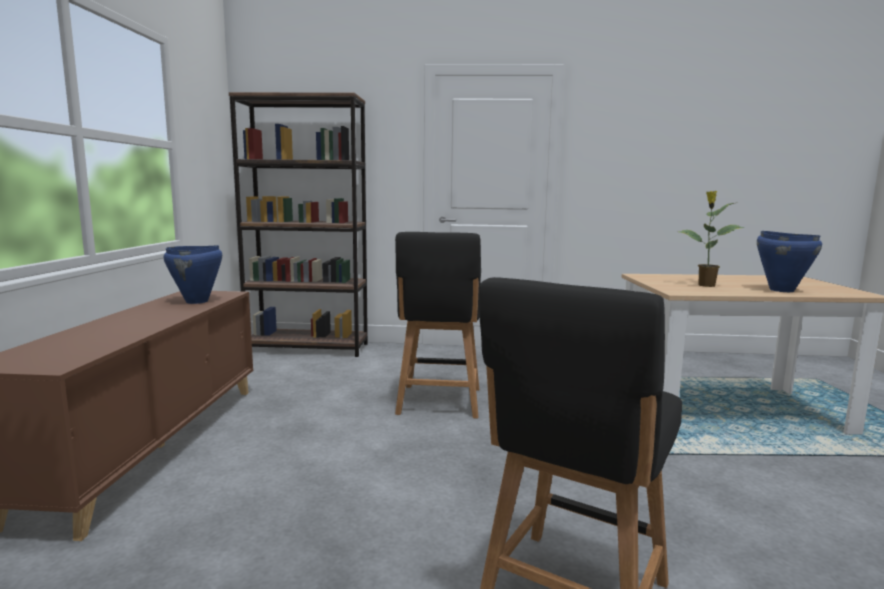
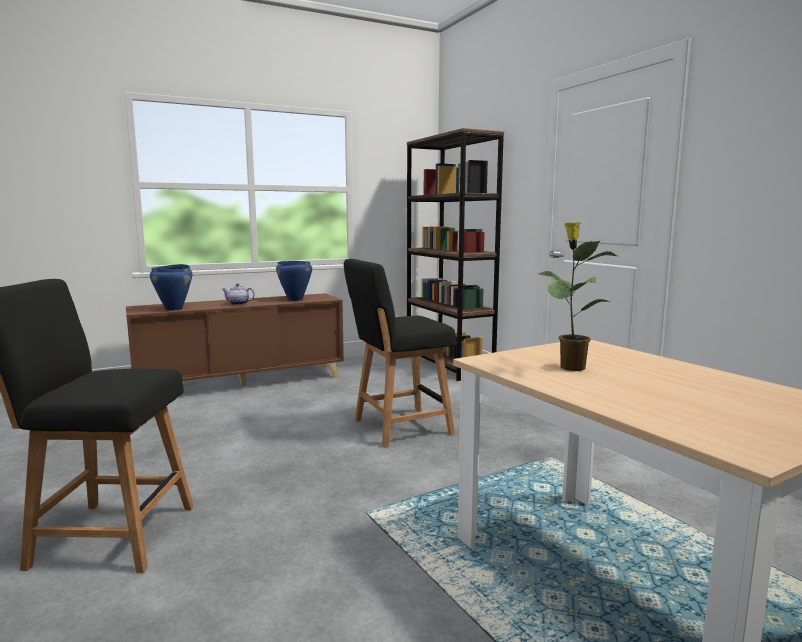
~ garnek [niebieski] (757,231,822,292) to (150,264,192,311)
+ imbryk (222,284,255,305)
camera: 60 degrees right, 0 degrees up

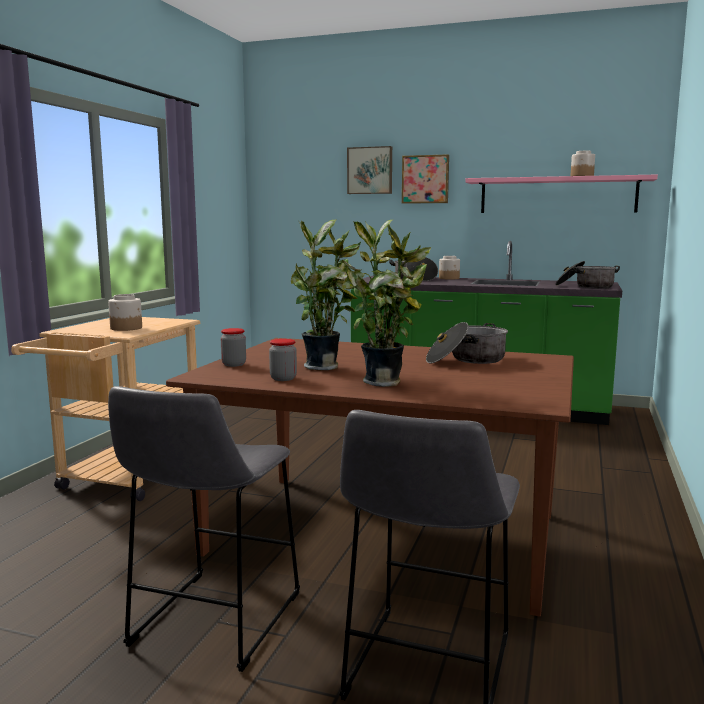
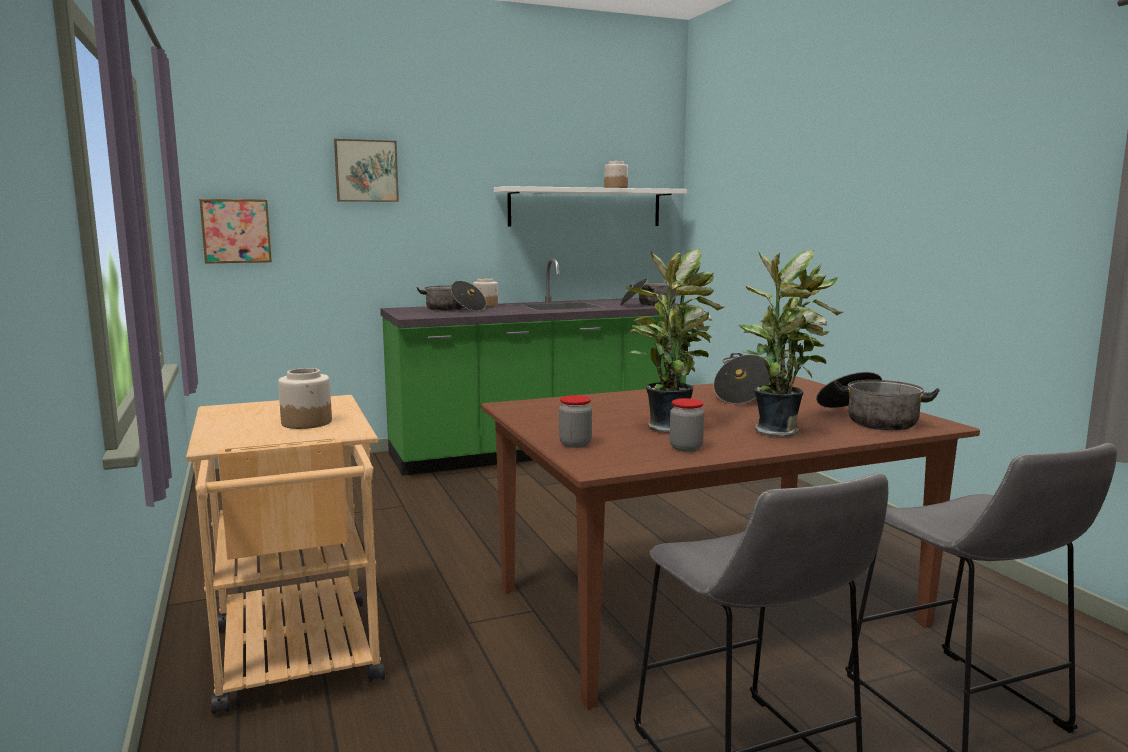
~ obraz (402,154,449,204) to (199,199,272,264)
~ półka [różowy] (465,175,658,213) to półka [biały] (494,186,687,226)
+ garnek (816,372,940,430)
camera: 40 degrees left, 0 degrees up

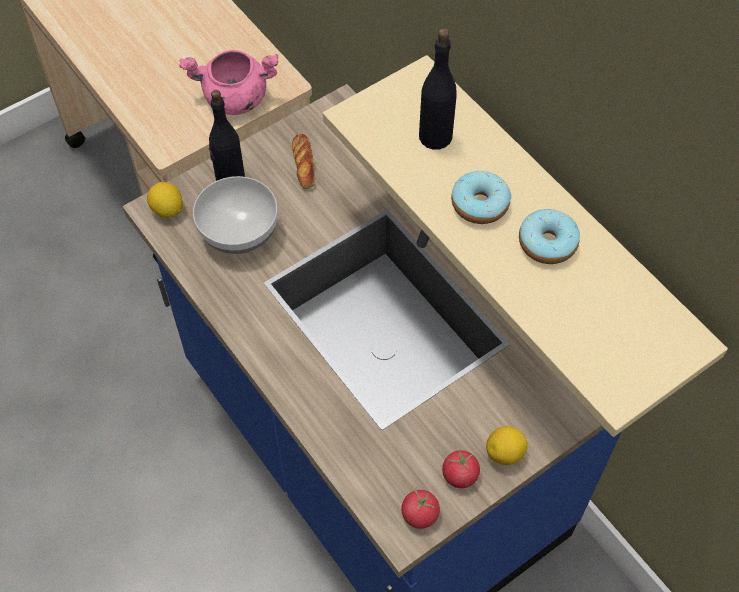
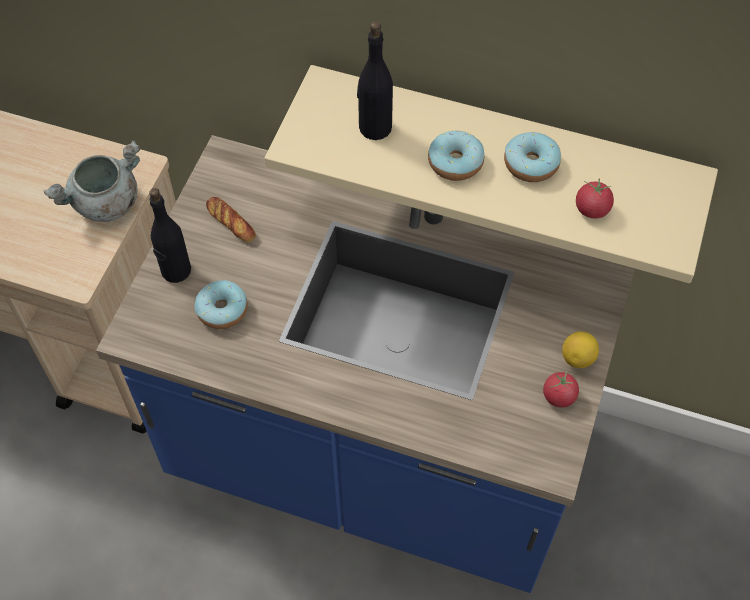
- cytryna (147,182,183,218)
~ garnek [różowy] (179,50,279,115) to garnek [szary] (43,140,140,222)
~ miska (193,176,278,254) to donut (195,280,248,329)
~ pomidor (401,489,440,529) to (576,178,614,218)
camera: 35 degrees left, 0 degrees up

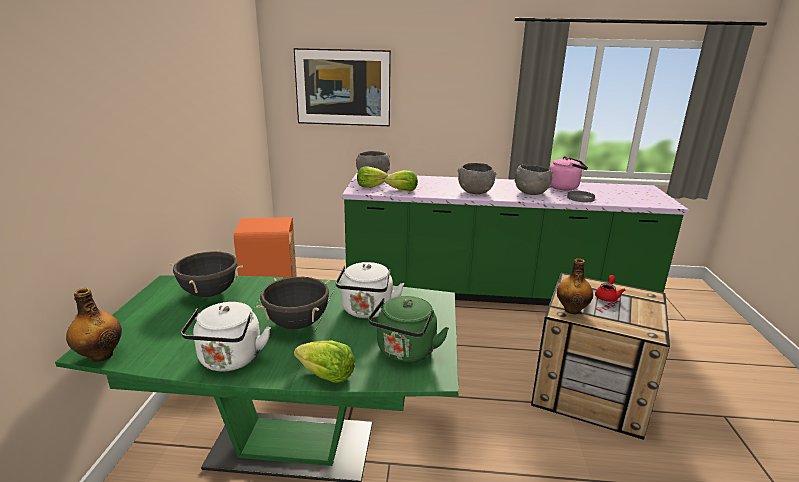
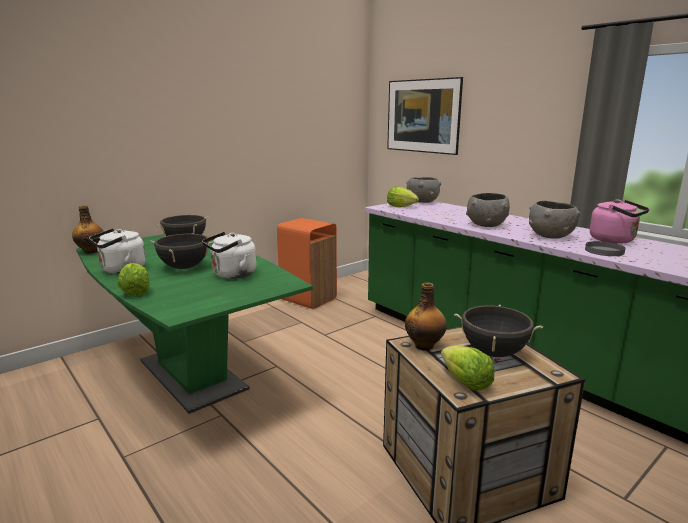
- czajnik [zielony] (368,296,449,363)
~ sałata (385,170,418,191) to (441,345,494,390)
~ imbryk [czerwony] (595,275,625,302) to garnek [czarny] (454,304,543,357)
camera: 45 degrees right, 5 degrees down

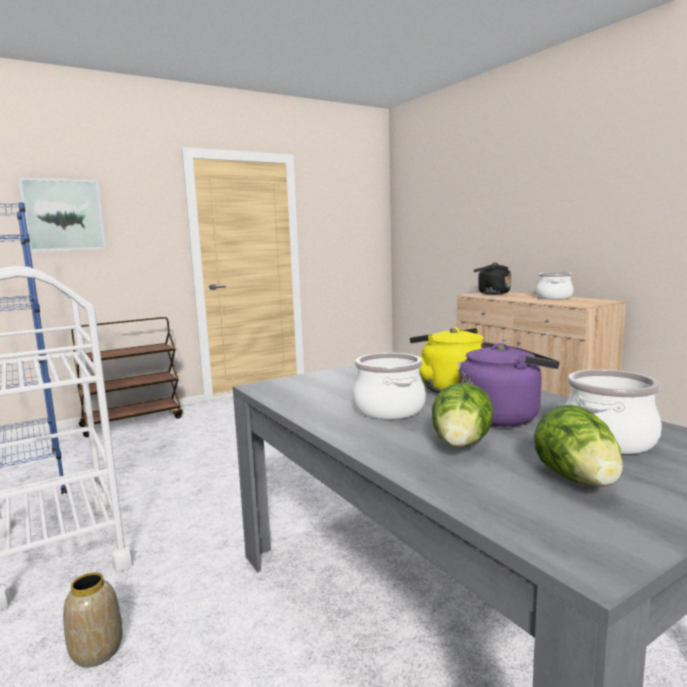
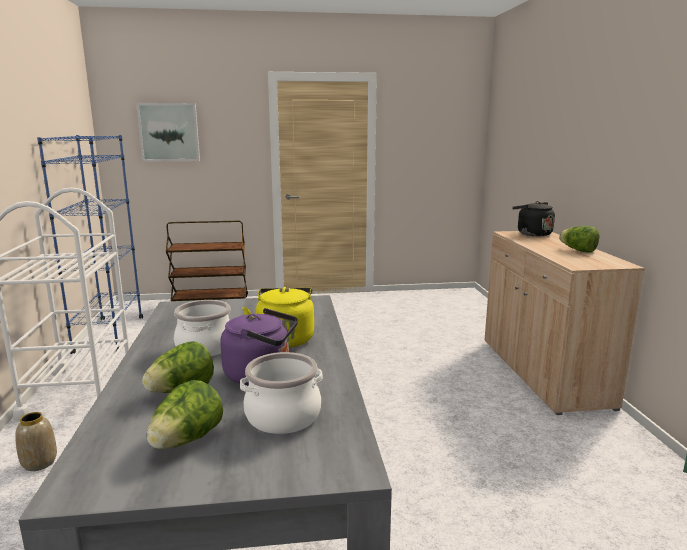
~ garnek (536,272,574,299) to sałata (559,226,599,253)
camera: 25 degrees right, 5 degrees up

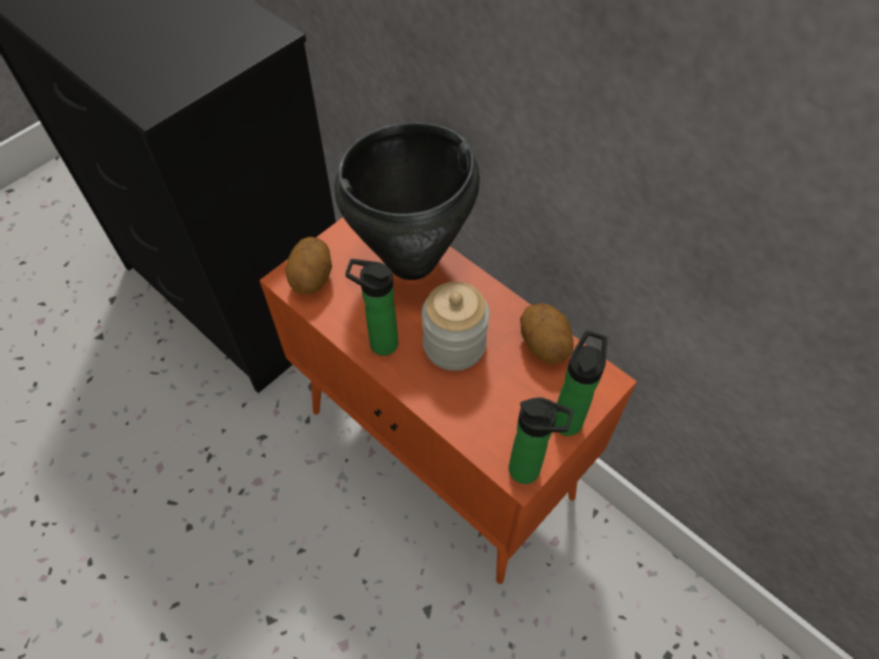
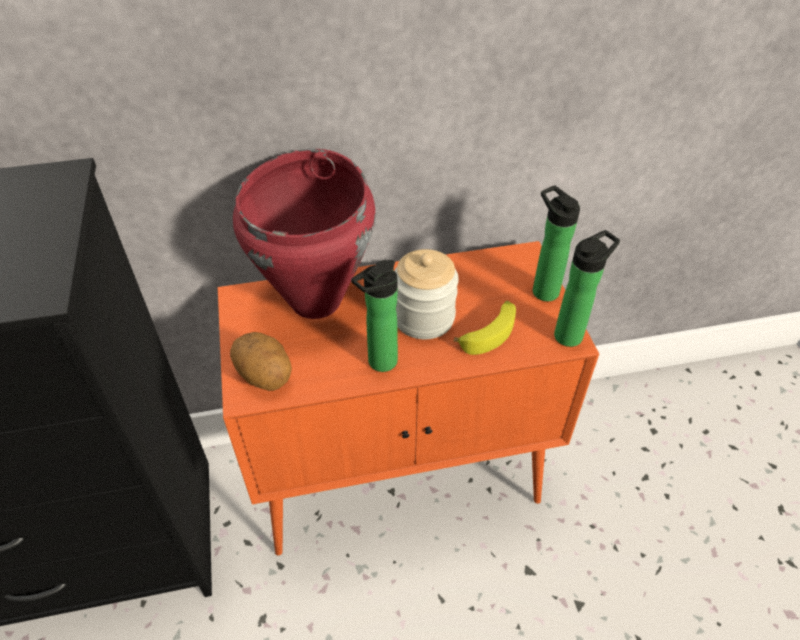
~ garnek [czarny] (335,122,480,280) to garnek [czerwony] (233,149,375,319)
- ziemniak (520,303,574,364)
+ banan (454,300,516,355)
camera: 55 degrees left, 10 degrees down

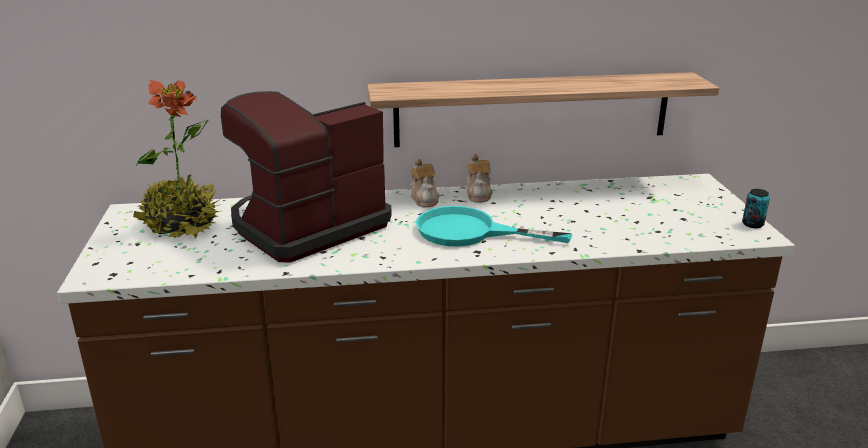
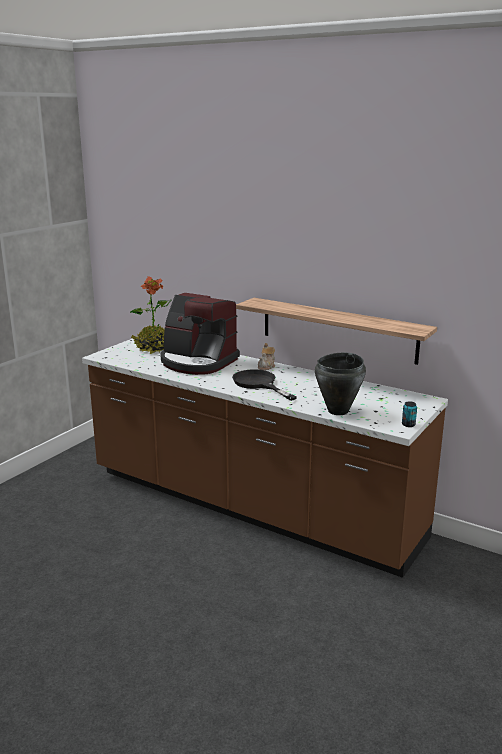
~ ekspres do kawy (221,91,392,263) = (160,293,240,375) 150 degrees counterclockwise
~ patelnia [turkusowy] (416,206,572,247) to patelnia [czarny] (232,369,297,401)
- imbryk (467,154,493,203)
+ garnek [czarny] (315,352,366,415)
camera: 40 degrees right, 5 degrees down

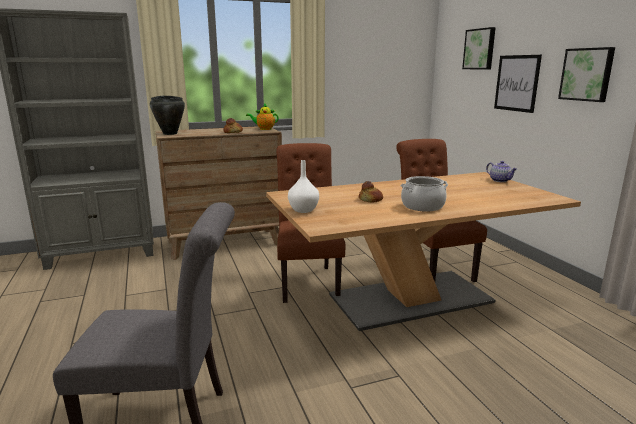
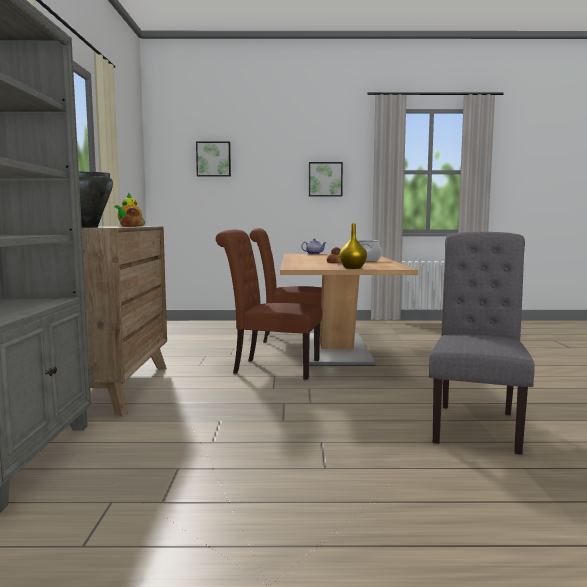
~ wazon [biały] (288,160,319,213) to wazon [żółty] (340,223,367,269)
- obraz (494,55,542,113)
camera: 70 degrees left, 10 degrees down

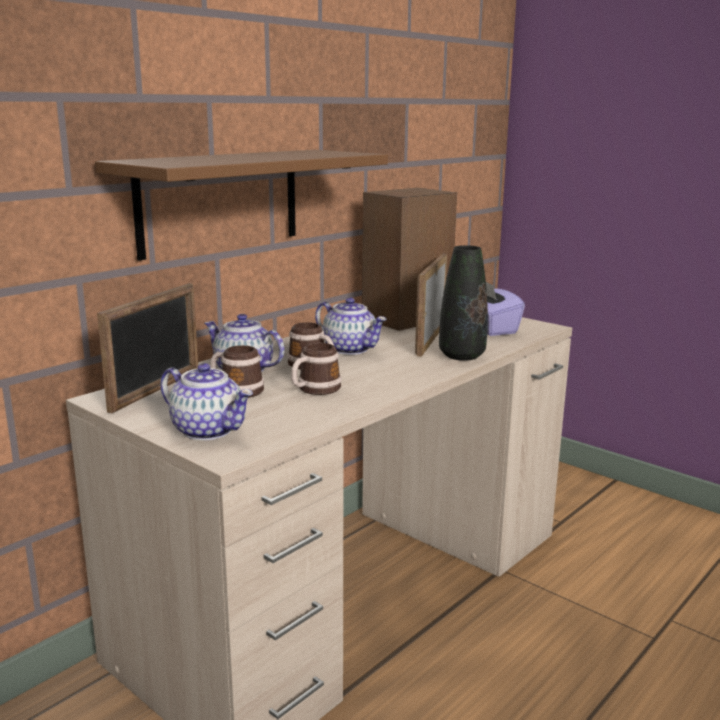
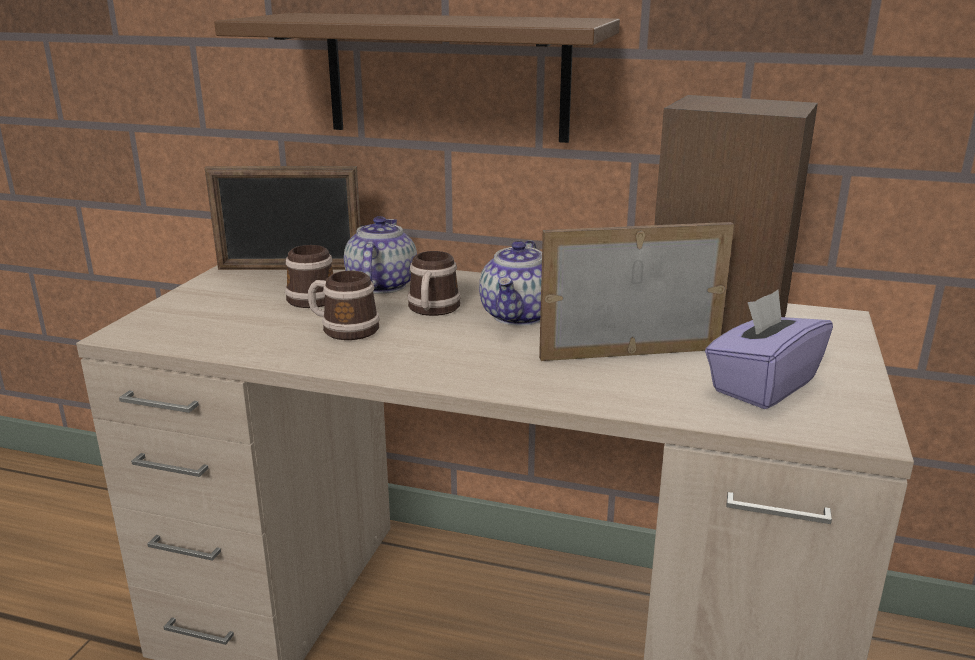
- imbryk (160,363,253,440)
- wazon [czarny] (439,245,488,361)
camera: 65 degrees right, 5 degrees up

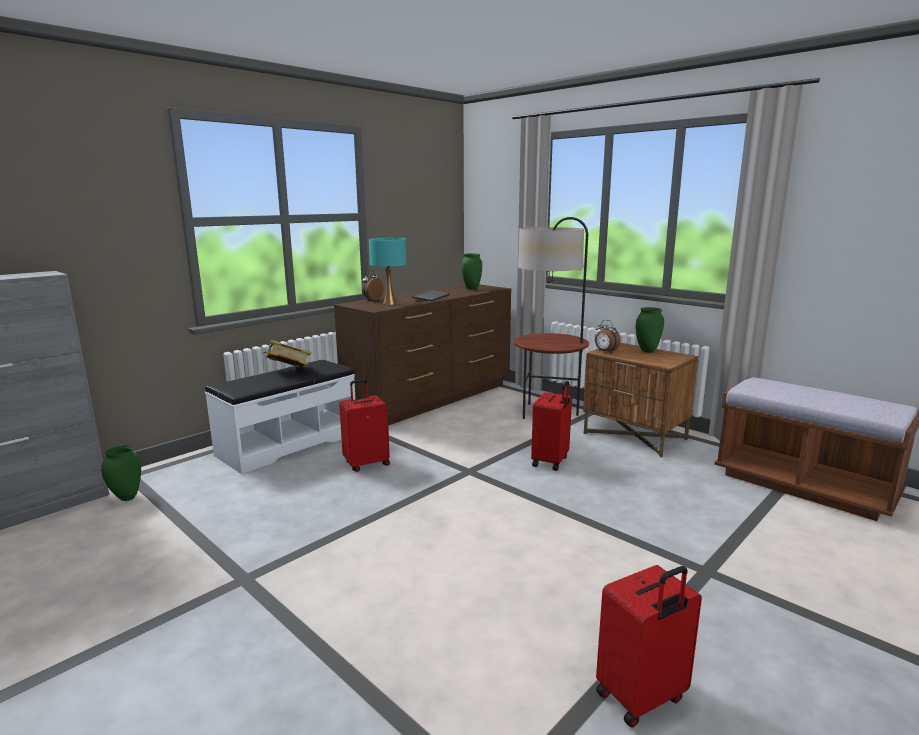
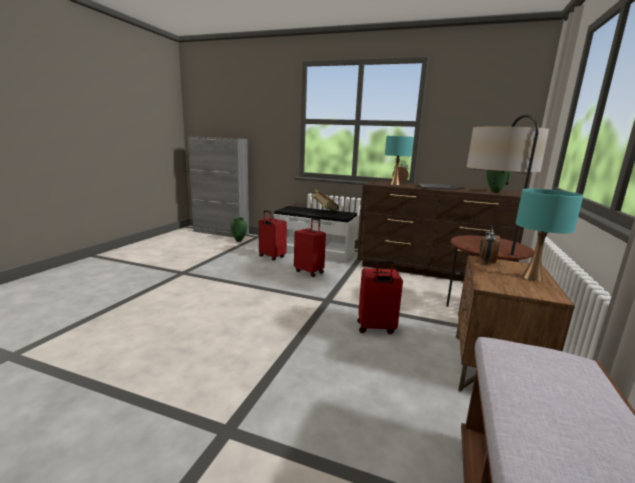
~ walizka [czerwony] (596,565,702,728) to (259,210,287,261)
~ wazon [zielony] (636,307,664,353) to lampa stołowa [turkusowy] (516,189,583,281)
camera: 65 degrees right, 0 degrees up

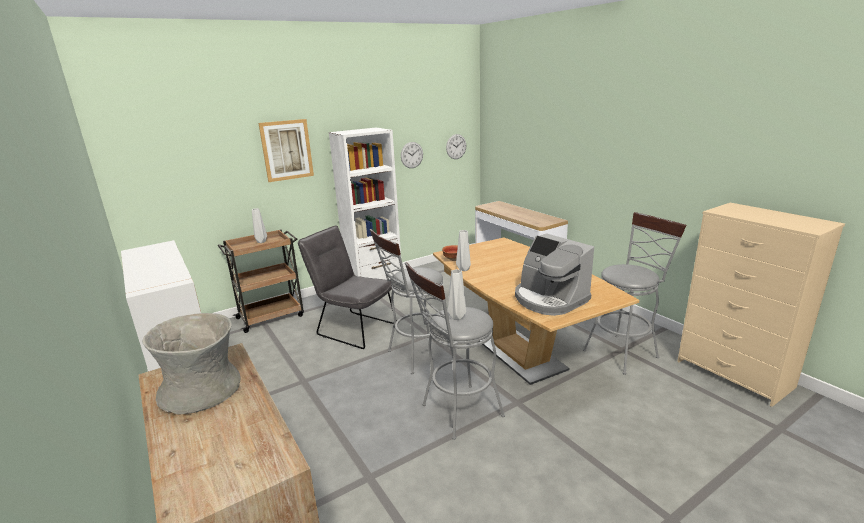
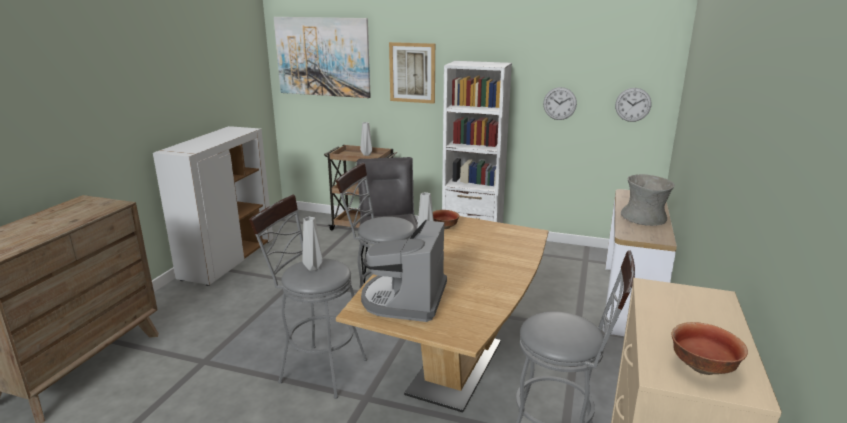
~ wazon [szary] (142,313,241,415) to (621,174,675,226)
+ obraz (274,17,371,98)
+ miska (671,322,748,375)
camera: 50 degrees right, 0 degrees up

